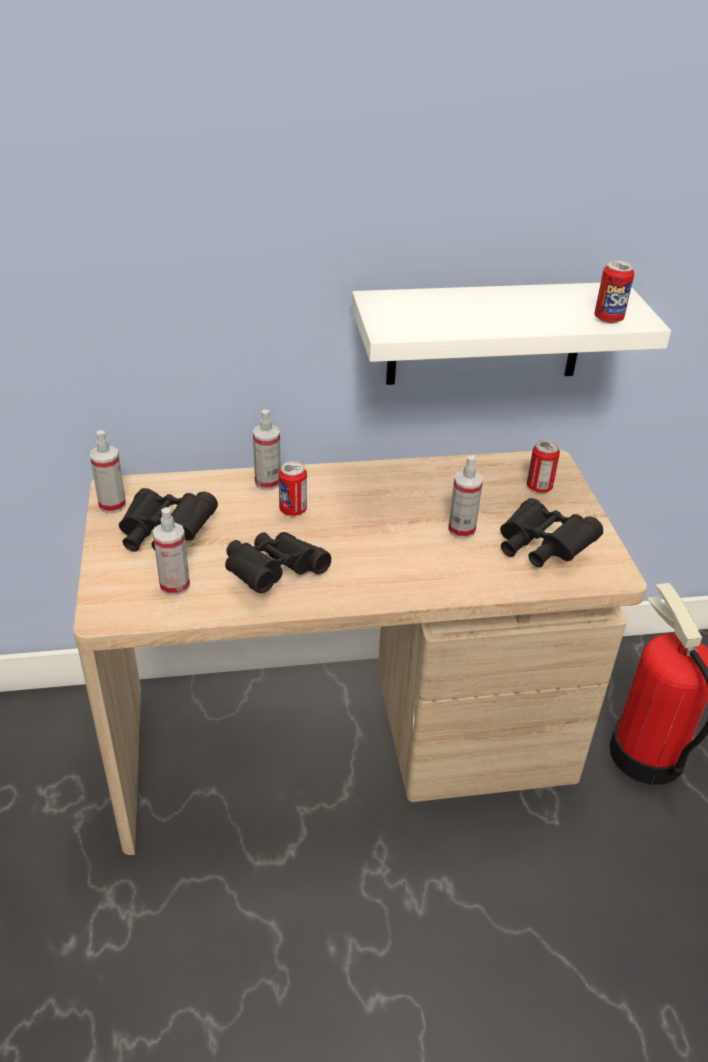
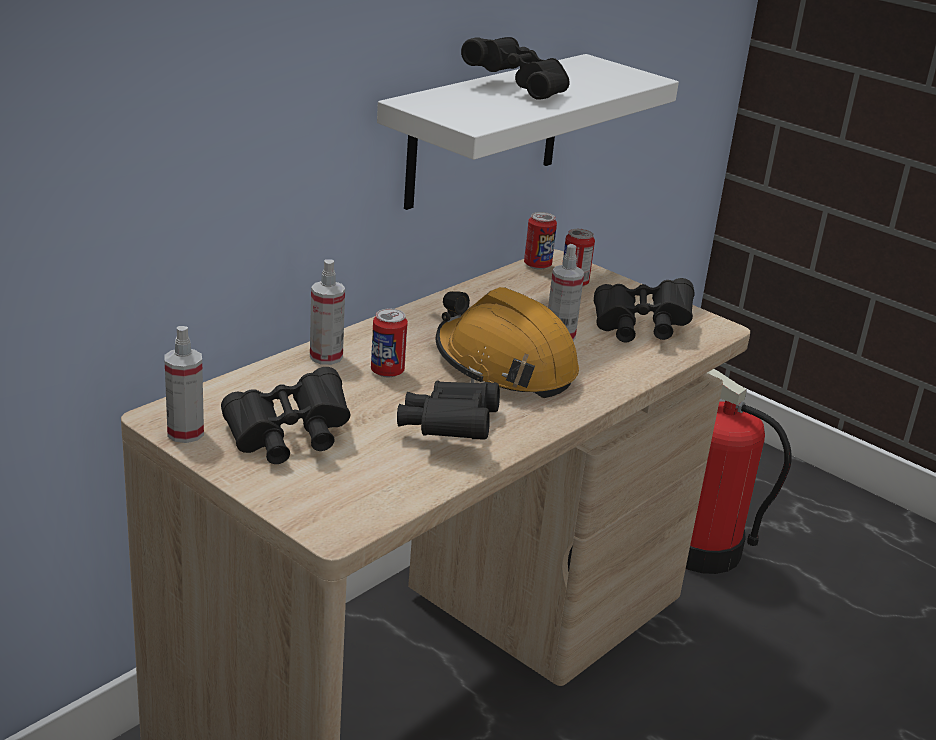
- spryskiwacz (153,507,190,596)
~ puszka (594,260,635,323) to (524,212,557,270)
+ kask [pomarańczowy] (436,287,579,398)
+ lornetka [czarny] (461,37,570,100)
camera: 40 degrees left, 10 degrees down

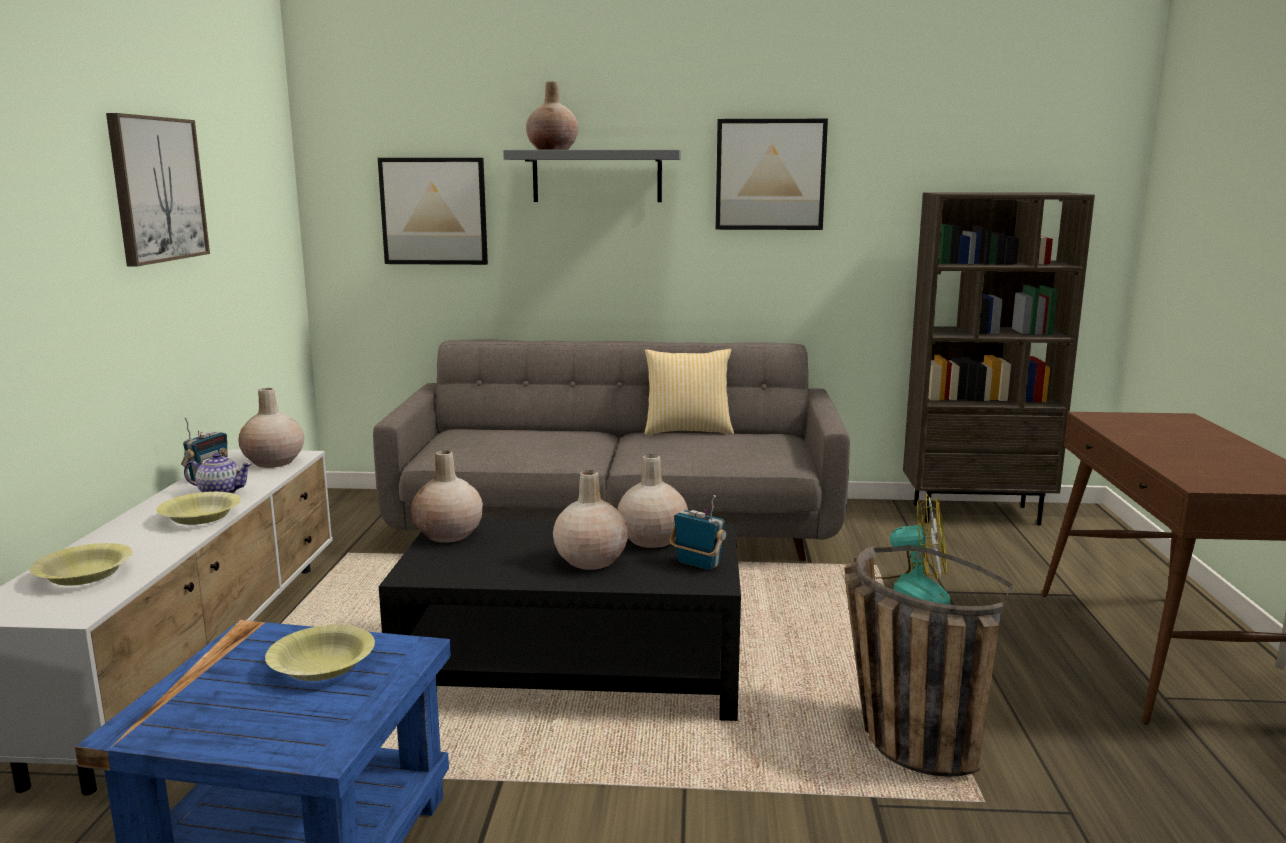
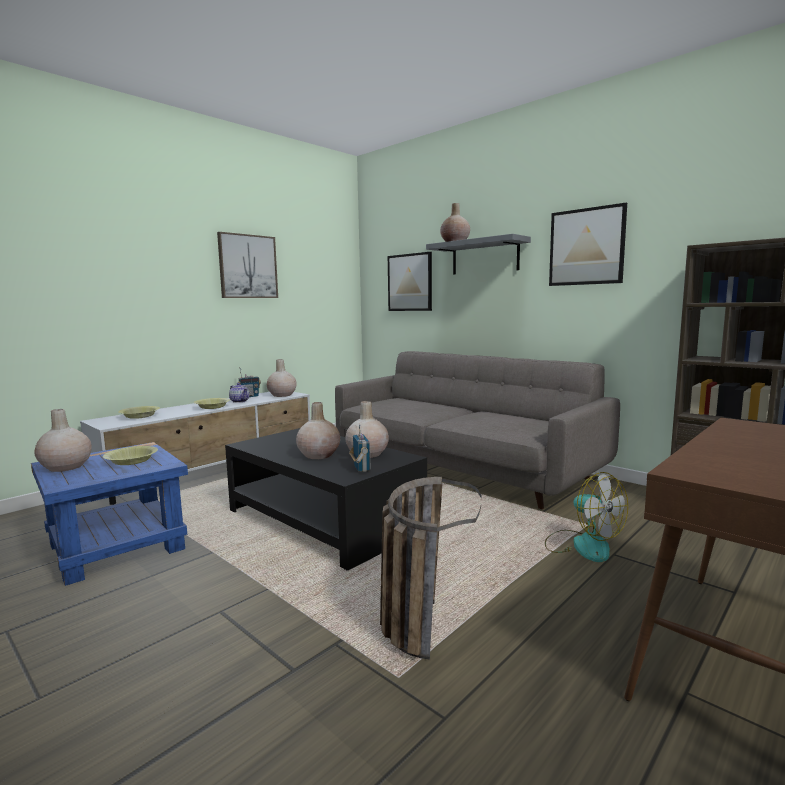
~ wazon [beżowy] (411,450,483,543) to (34,409,92,472)
- poduszka (645,349,734,435)
camera: 40 degrees right, 5 degrees down

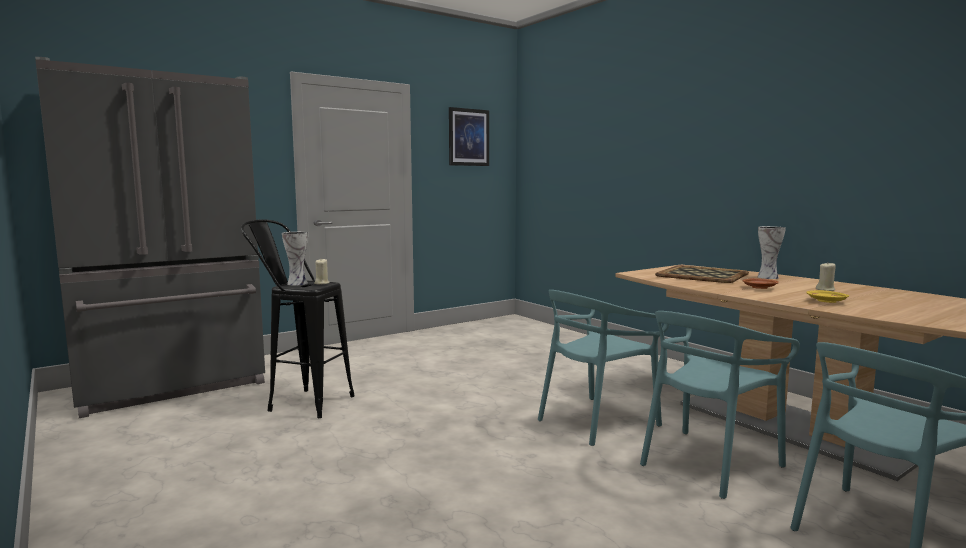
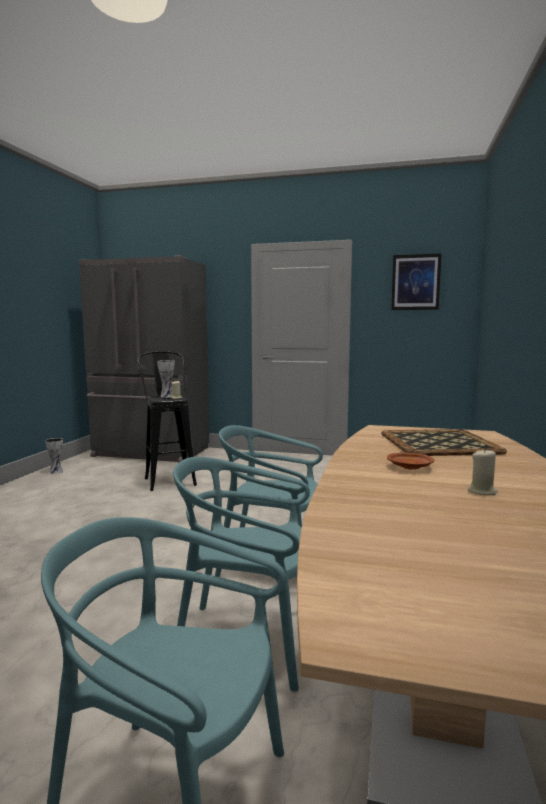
~ wazon (757,226,786,279) to (45,438,63,474)
- talerz [żółty] (806,290,849,303)
camera: 50 degrees right, 0 degrees up

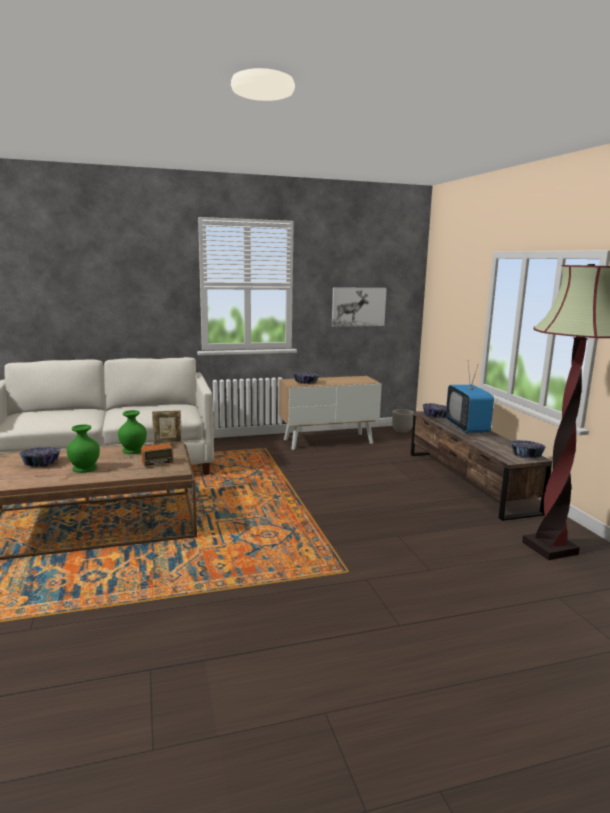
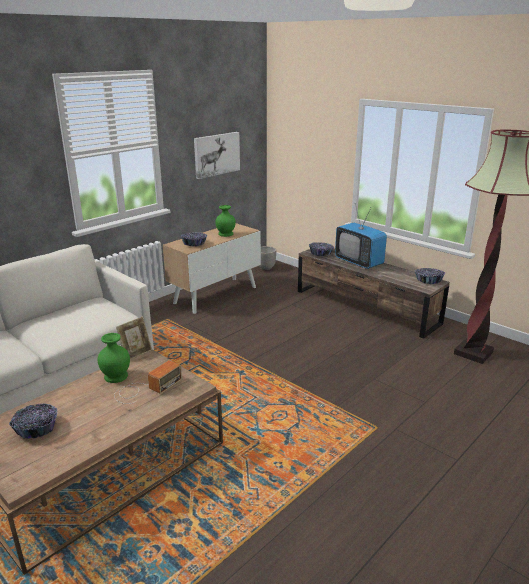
~ wazon [zielony] (67,425,100,473) to (215,205,236,237)
camera: 30 degrees left, 10 degrees up

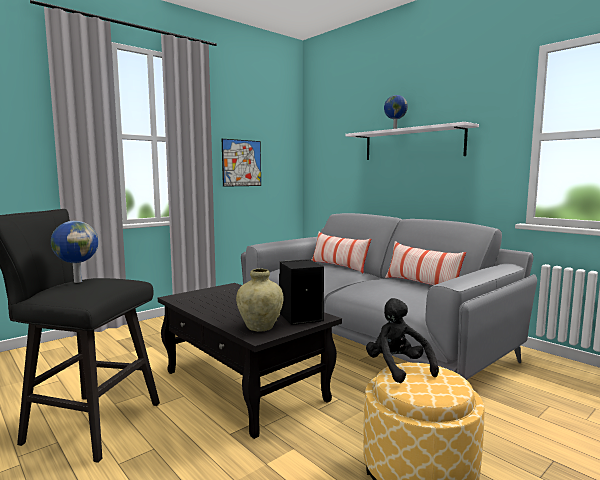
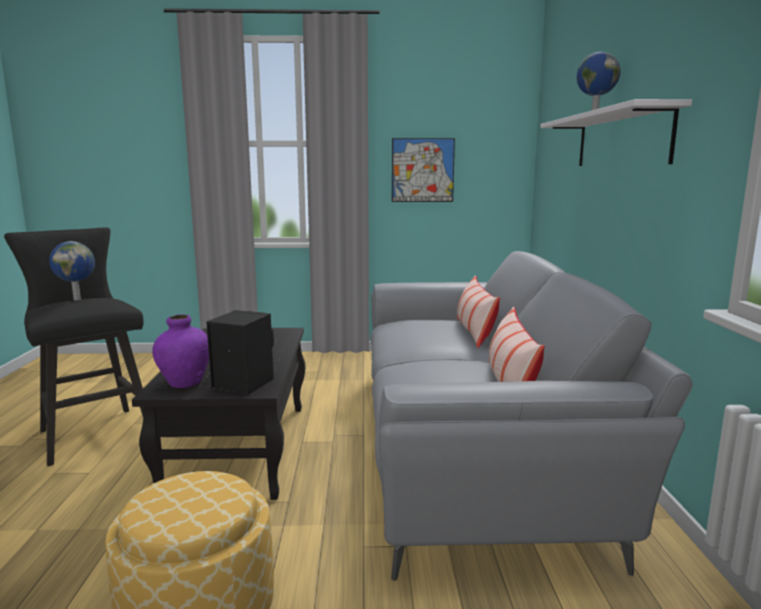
~ wazon [beżowy] (236,269,284,332) to wazon [fioletowy] (152,314,209,388)
- pluszak [czarny] (366,298,439,383)
camera: 40 degrees right, 5 degrees up

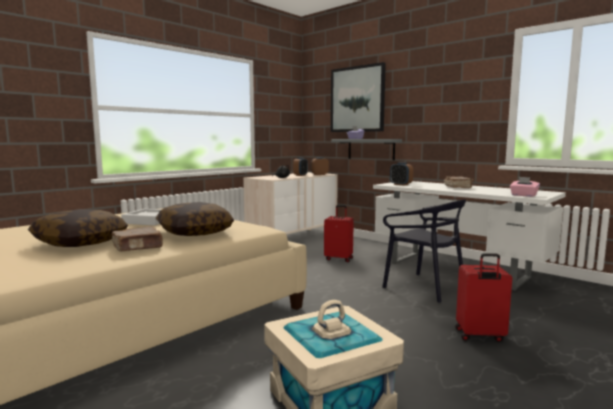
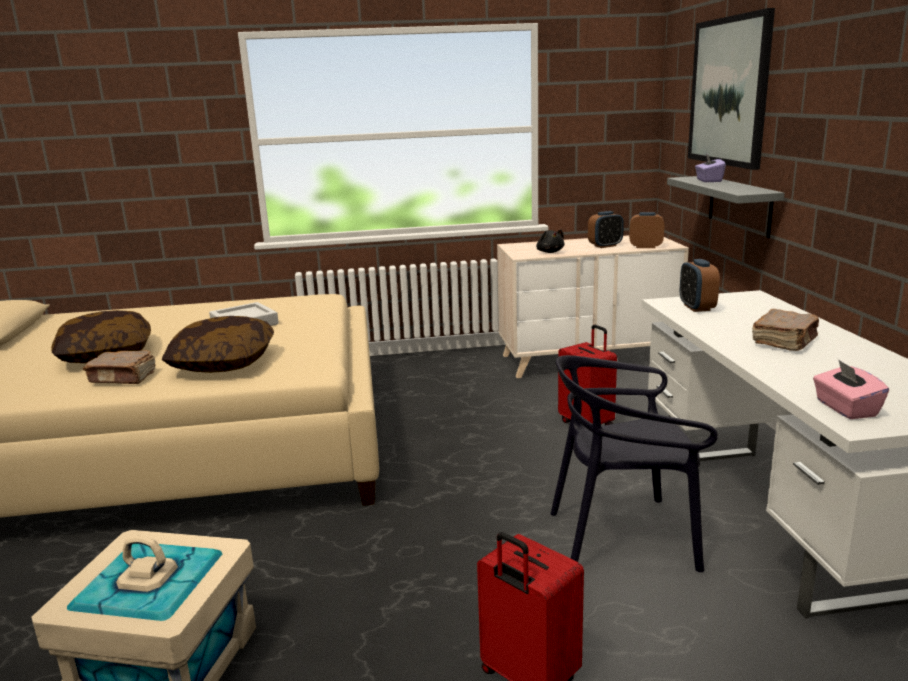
~ krzesło [czarny] (382,200,466,303) = (551,355,718,572) 90 degrees clockwise
camera: 40 degrees right, 10 degrees up

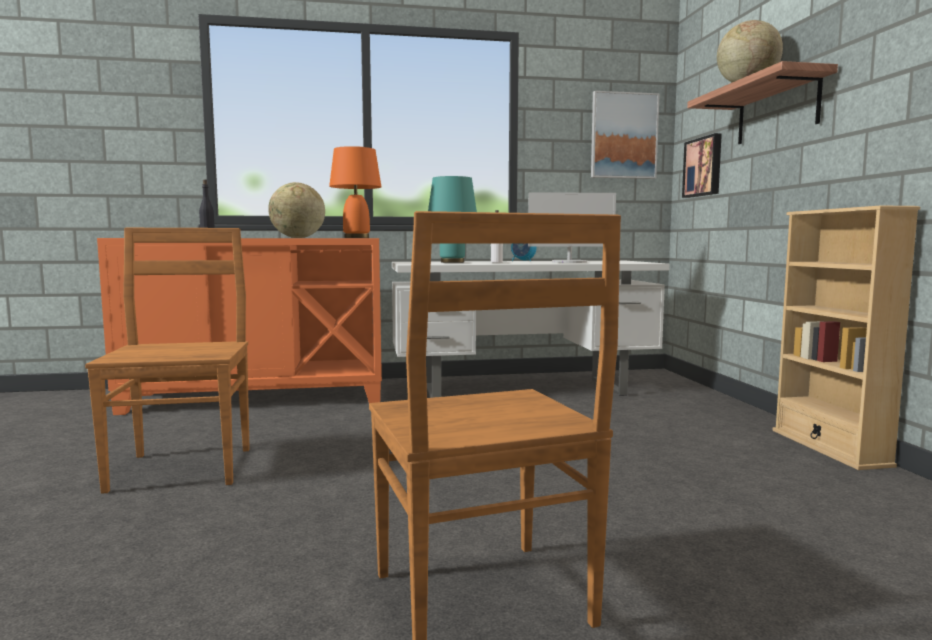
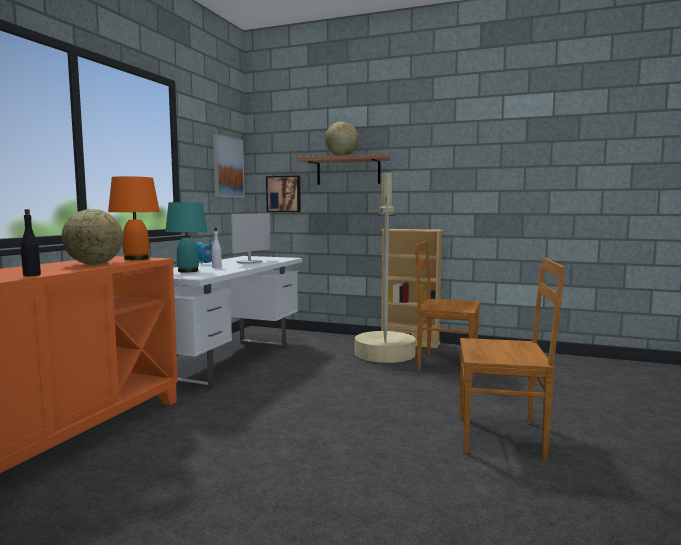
~ krzesło [brązowy] (85,228,250,494) to (415,241,480,371)
+ lampa stojąca [beżowy] (355,172,416,363)
camera: 60 degrees left, 0 degrees up

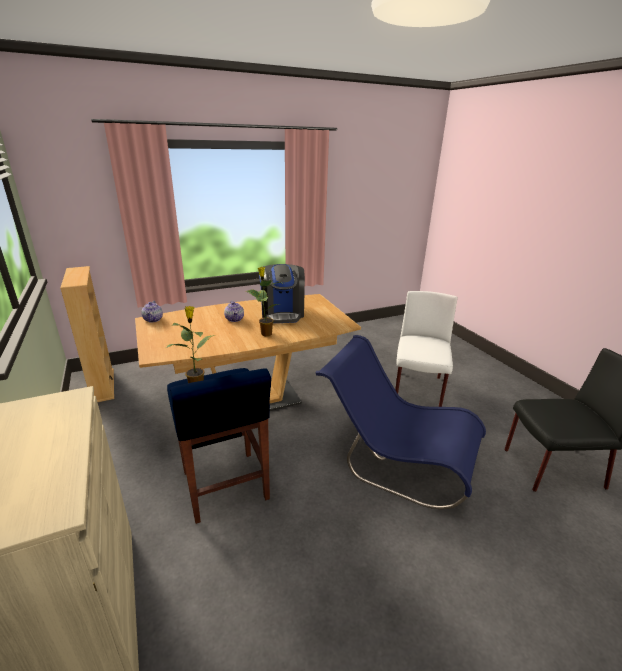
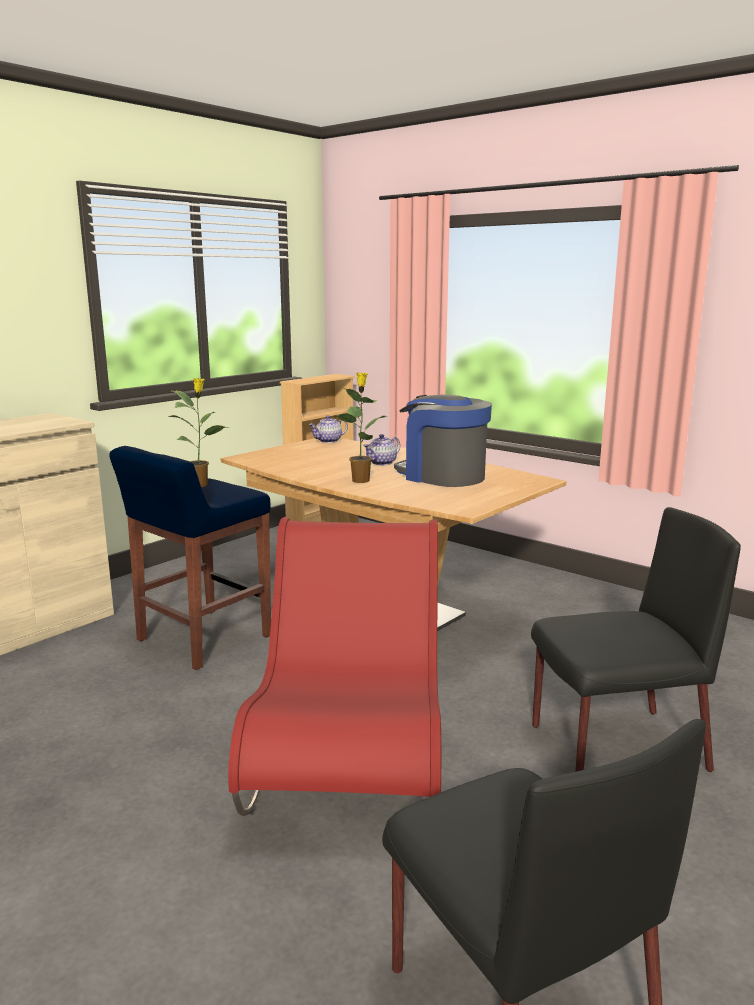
~ ekspres do kawy (259,264,305,323) = (394,394,492,487) 75 degrees clockwise
~ krzesło [niebieski] (316,335,486,509) to krzesło [czerwony] (228,517,441,816)
~ krzesło [biały] (395,291,458,407) to krzesło [czarny] (531,507,741,772)
camera: 65 degrees right, 10 degrees down

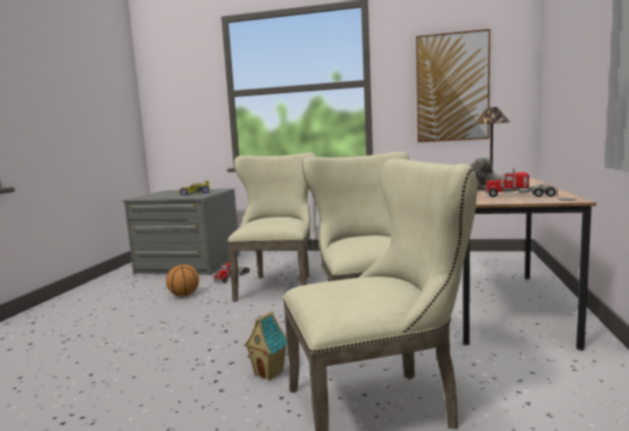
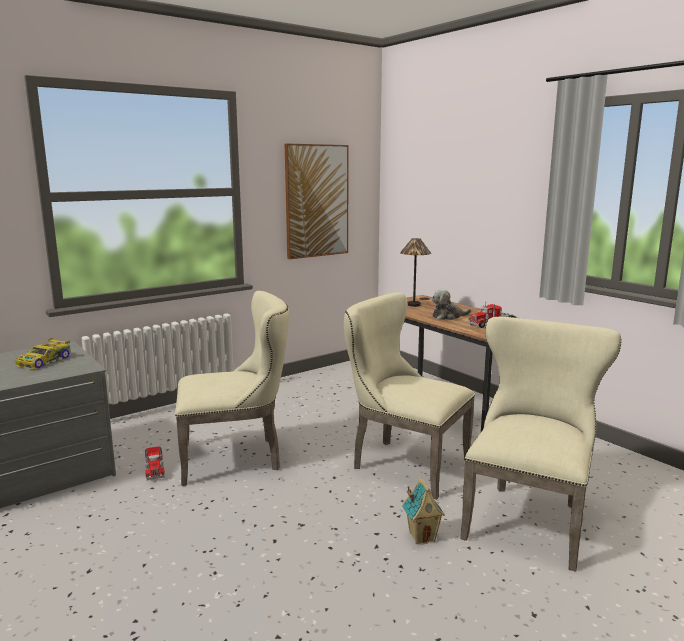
- piłka do koszykówki (166,264,199,296)
~ krzesło [beżowy] (227,152,316,302) = (175,291,289,486) 120 degrees clockwise
camera: 50 degrees left, 5 degrees up

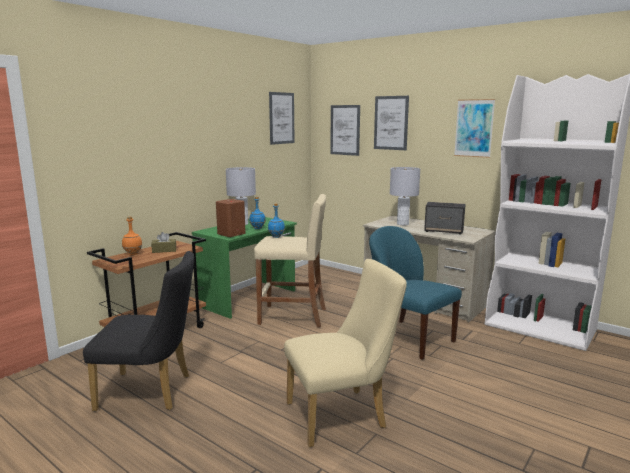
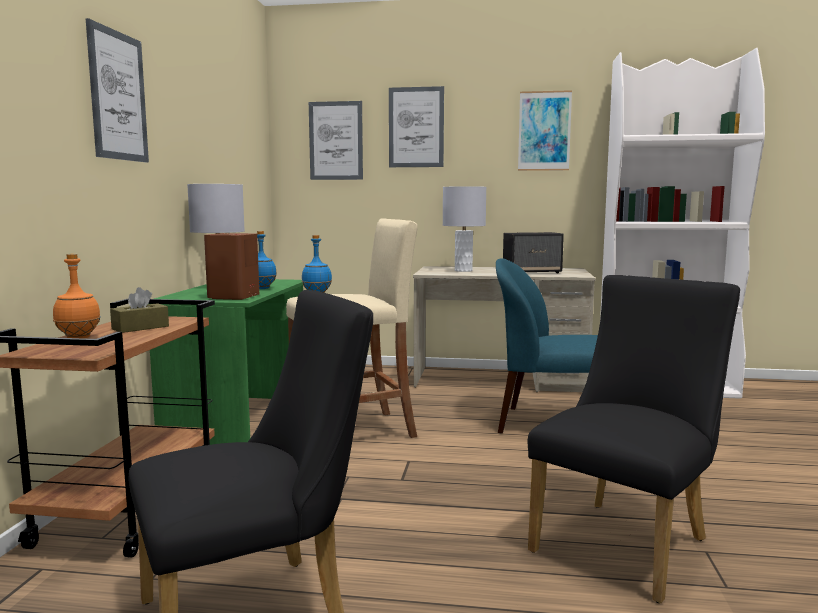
~ obraz (269,92,295,145) to (86,18,149,163)
~ krzesło [beżowy] (284,259,407,447) to krzesło [czarny] (528,275,740,603)
camera: 30 degrees left, 5 degrees down

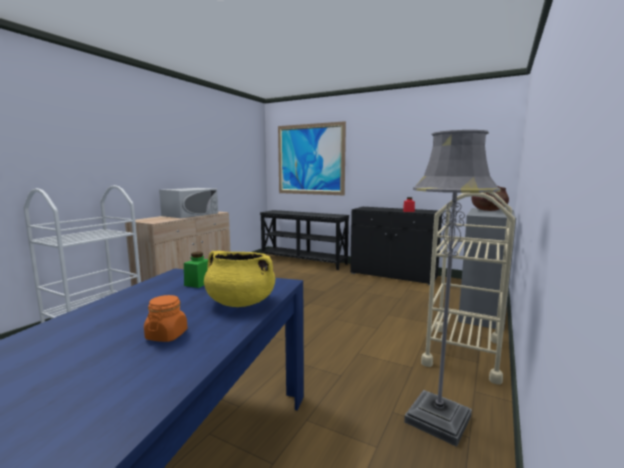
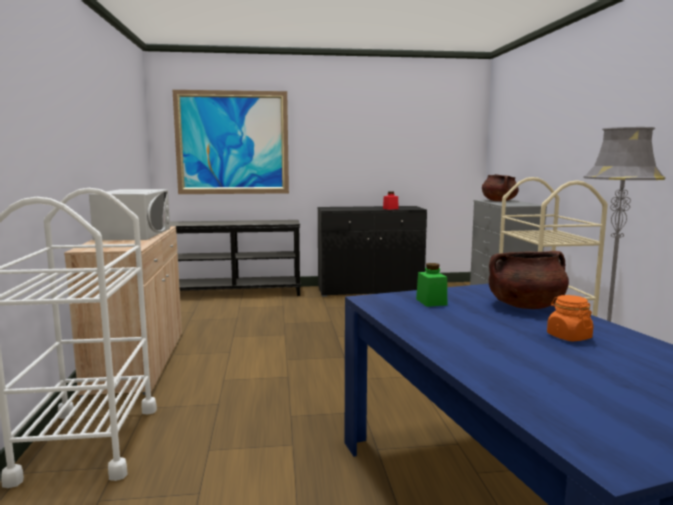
~ garnek [żółty] (204,251,275,307) to garnek [brązowy] (489,251,569,309)
camera: 35 degrees left, 0 degrees up

